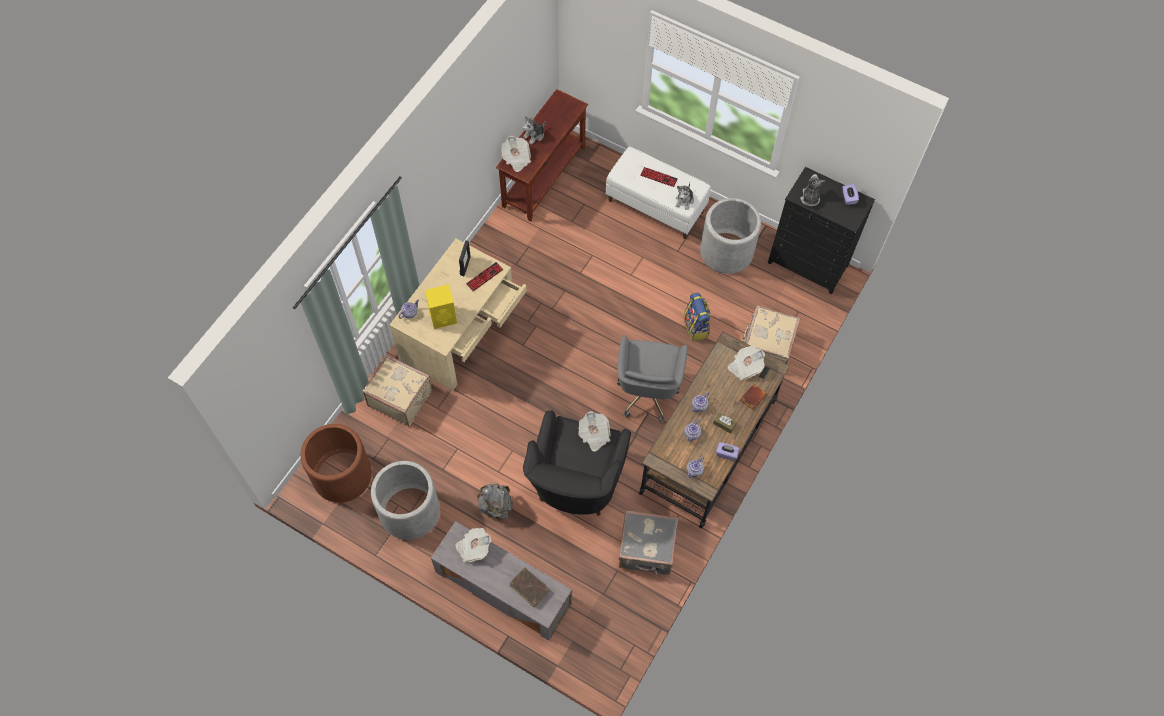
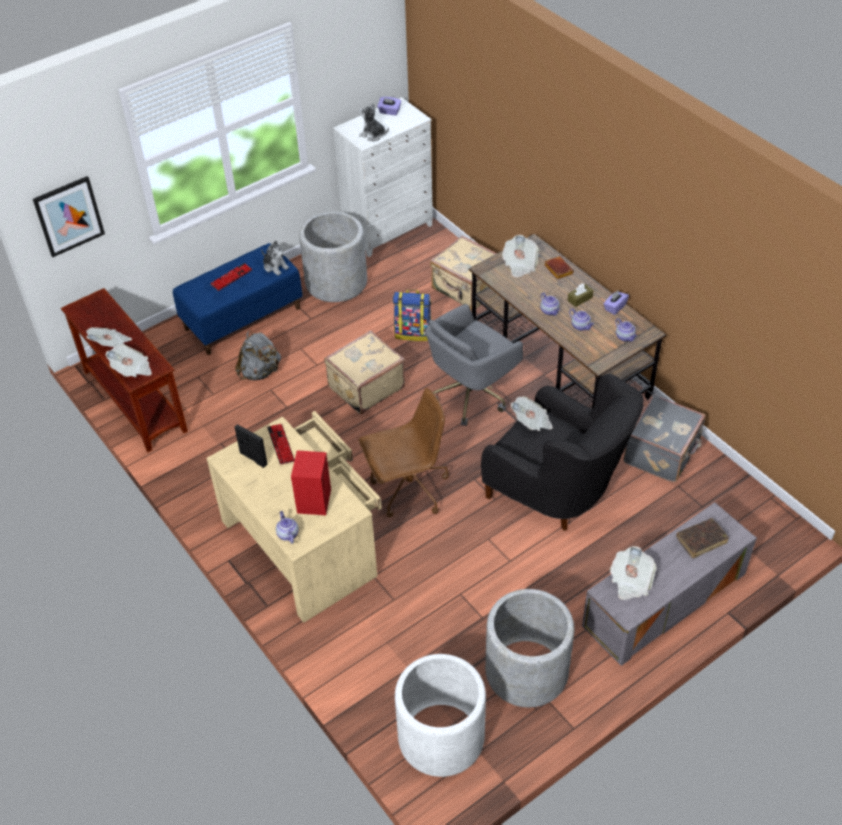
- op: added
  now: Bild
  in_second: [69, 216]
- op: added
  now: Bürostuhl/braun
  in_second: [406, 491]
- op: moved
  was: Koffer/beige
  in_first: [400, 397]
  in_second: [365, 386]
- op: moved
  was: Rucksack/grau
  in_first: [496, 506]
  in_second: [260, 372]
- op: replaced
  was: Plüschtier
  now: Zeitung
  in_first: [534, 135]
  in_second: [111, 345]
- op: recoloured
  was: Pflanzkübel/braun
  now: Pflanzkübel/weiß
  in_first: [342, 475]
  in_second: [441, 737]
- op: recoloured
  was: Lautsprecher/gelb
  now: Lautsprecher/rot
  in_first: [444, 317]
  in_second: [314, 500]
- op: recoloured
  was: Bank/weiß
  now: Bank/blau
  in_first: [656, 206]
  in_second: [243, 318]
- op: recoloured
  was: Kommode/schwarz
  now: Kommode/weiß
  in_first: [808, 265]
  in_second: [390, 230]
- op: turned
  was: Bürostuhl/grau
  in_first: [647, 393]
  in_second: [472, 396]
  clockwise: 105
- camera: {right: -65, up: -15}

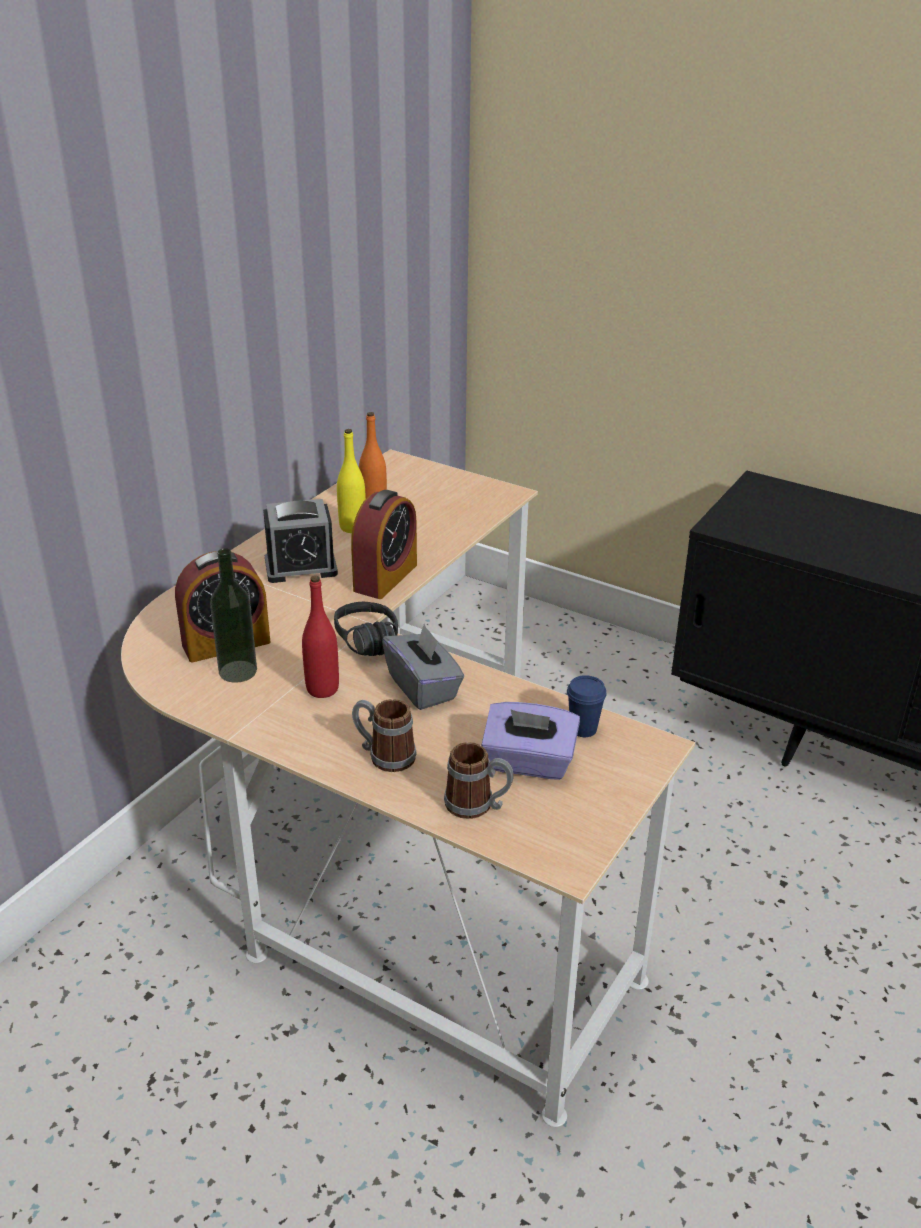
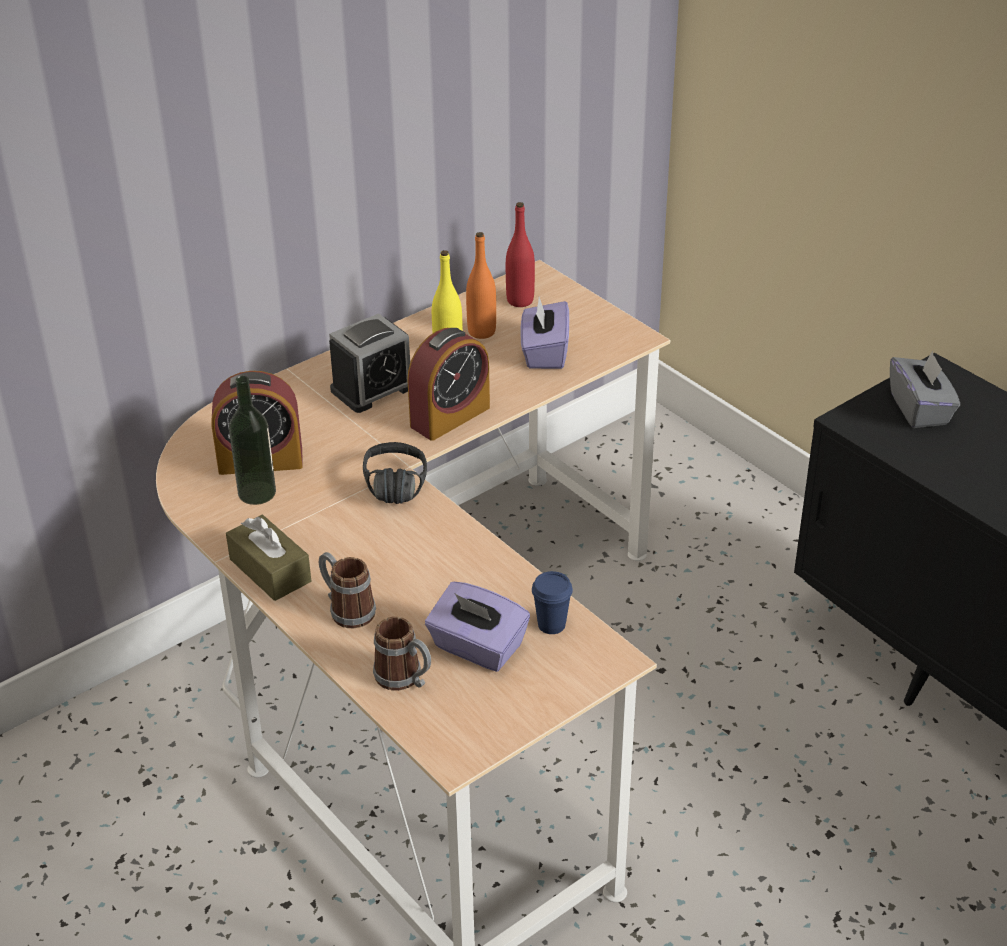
- op: added
  now: Taschentuchbox/braun
  in_second: [270, 570]
- op: added
  now: Taschentuchbox/lila
  in_second: [544, 353]
- op: moved
  was: Flasche/rot
  in_first: [322, 689]
  in_second: [520, 300]
- op: moved
  was: Taschentuchbox/grau
  in_first: [423, 687]
  in_second: [920, 409]
- op: turned
  was: Wecker
  in_first: [301, 567]
  in_second: [372, 388]
  clockwise: -45
- camera: {right: 20, up: 5}

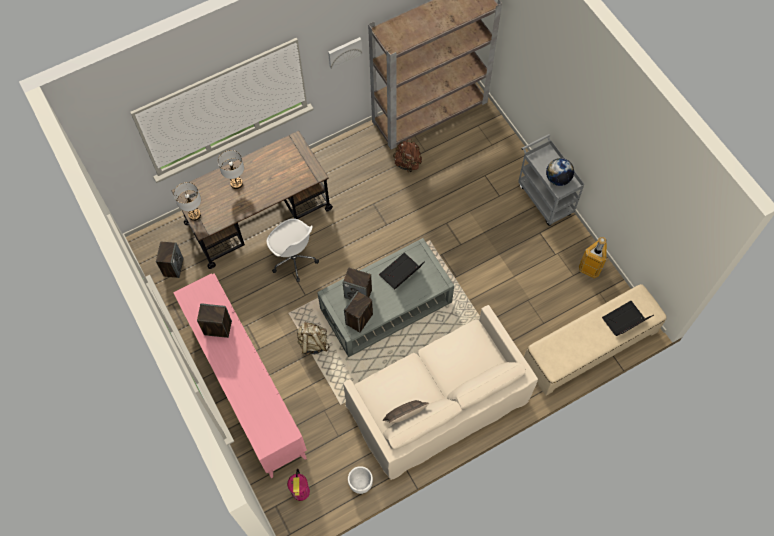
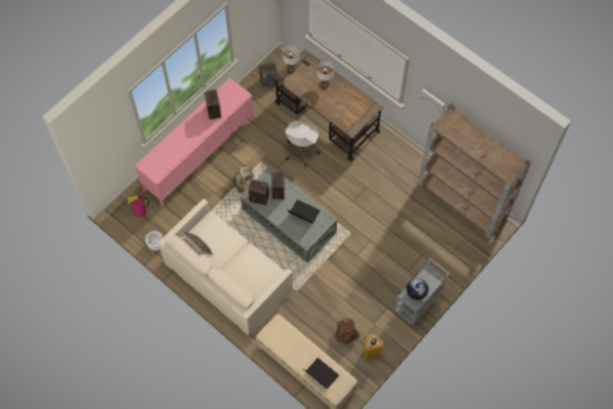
- op: moved
  was: Rucksack/braun
  in_first: [407, 163]
  in_second: [346, 334]
- camera: {right: 70, up: 0}

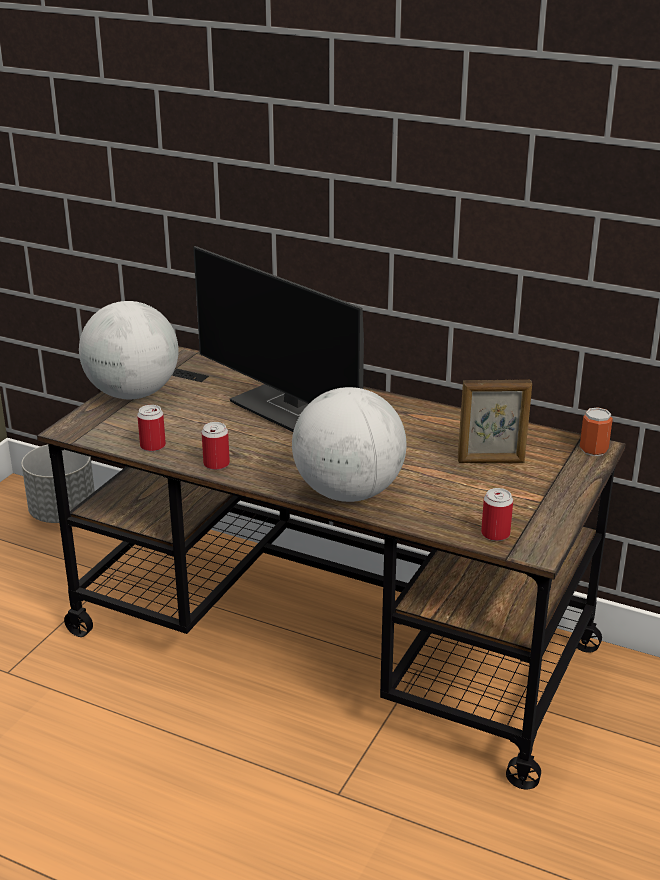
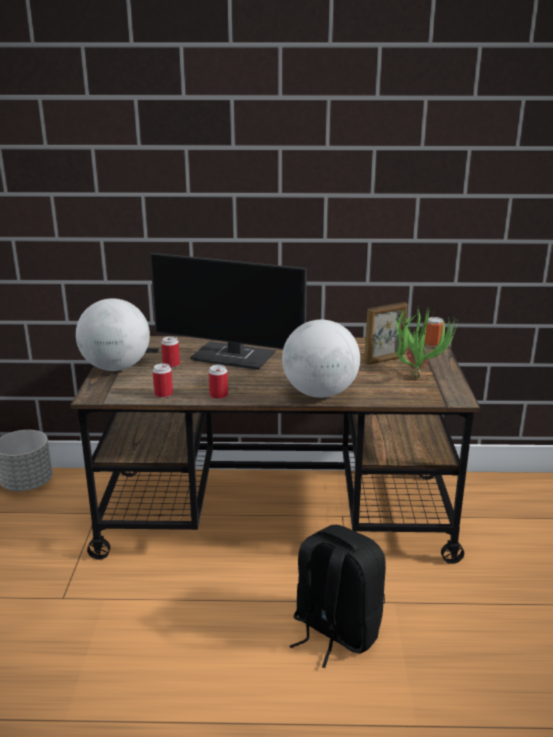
- op: added
  now: Rucksack/schwarz
  in_second: [334, 631]
- op: added
  now: Topfpflanze
  in_second: [416, 374]
- op: moved
  was: Dose
  in_first: [495, 534]
  in_second: [171, 365]
- camera: {right: -25, up: -5}

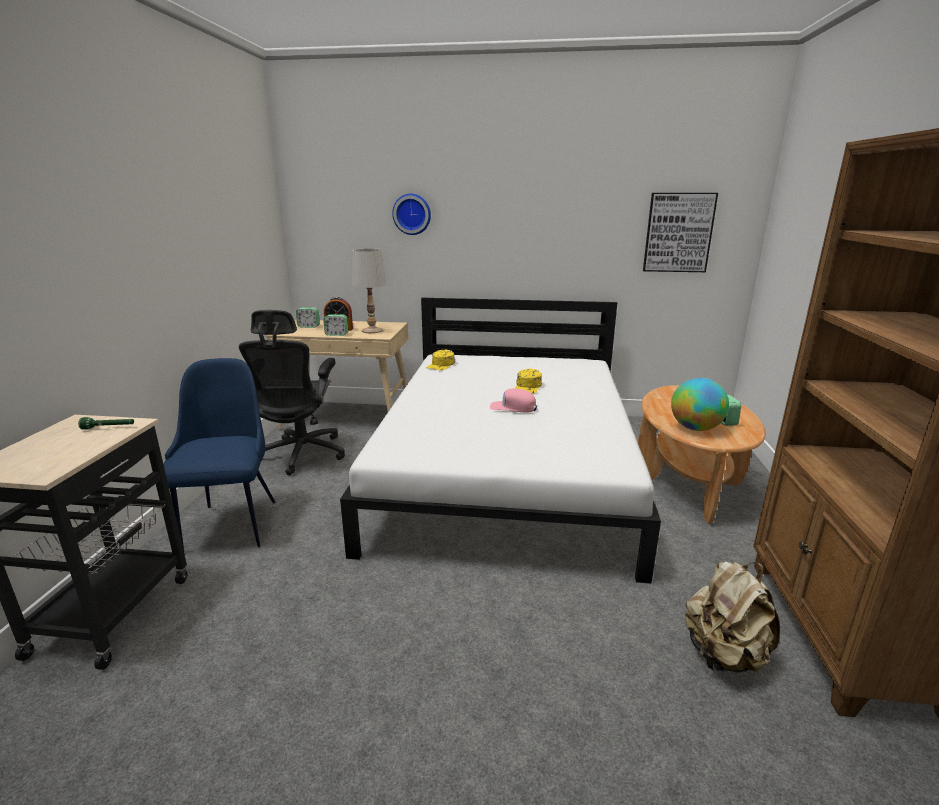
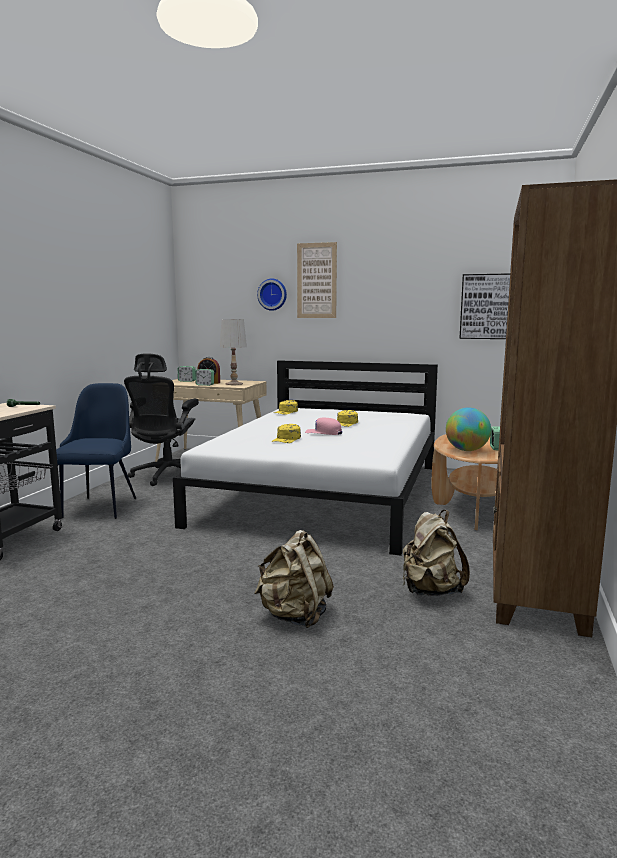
- op: added
  now: Rucksack/beige
  in_second: [295, 616]
- op: added
  now: Kappe/gelb
  in_second: [286, 439]
- op: added
  now: Bild
  in_second: [316, 280]
- camera: {right: 10, up: -10}

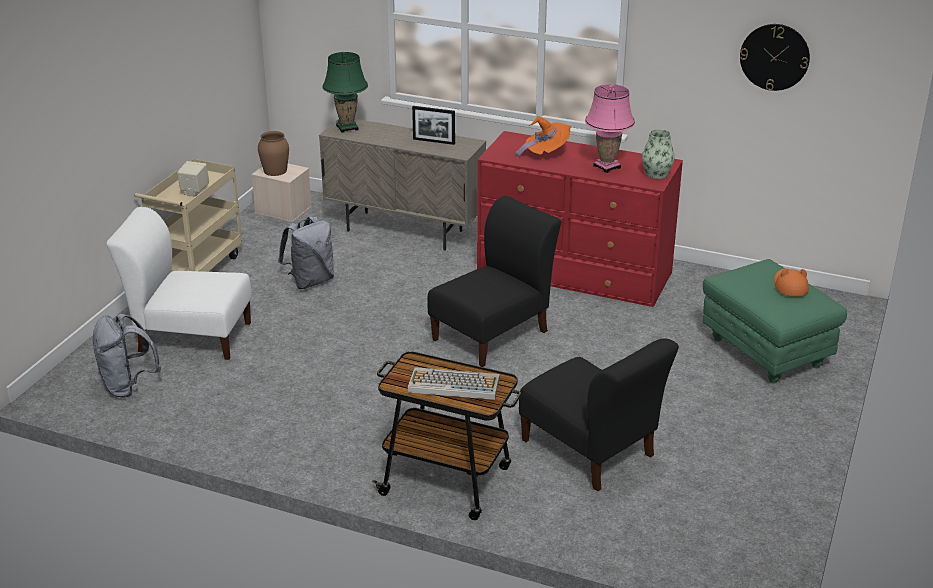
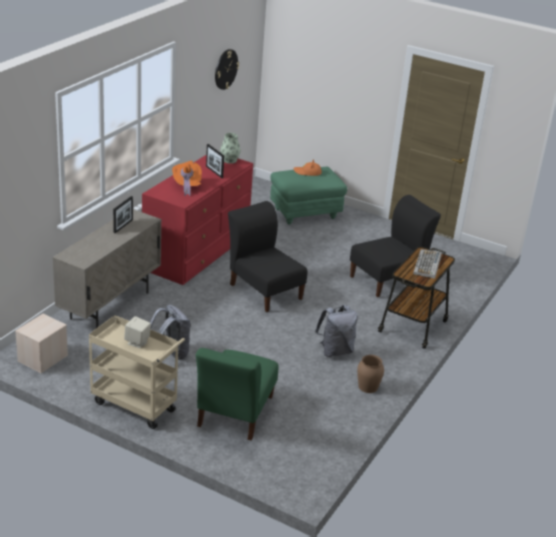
- op: removed
  was: Tischlampe/grün
  in_first: [347, 128]
- op: moved
  was: Rucksack/grau
  in_first: [128, 386]
  in_second: [335, 351]
- op: moved
  was: Vase/braun
  in_first: [275, 170]
  in_second: [367, 386]
- op: replaced
  was: Tischlampe/rosa
  now: Bilderrahmen
  in_first: [606, 167]
  in_second: [214, 172]
- op: recoloured
  was: Stuhl/weiß
  now: Stuhl/grün
  in_first: [190, 336]
  in_second: [234, 414]
- camera: {right: -85, up: 0}

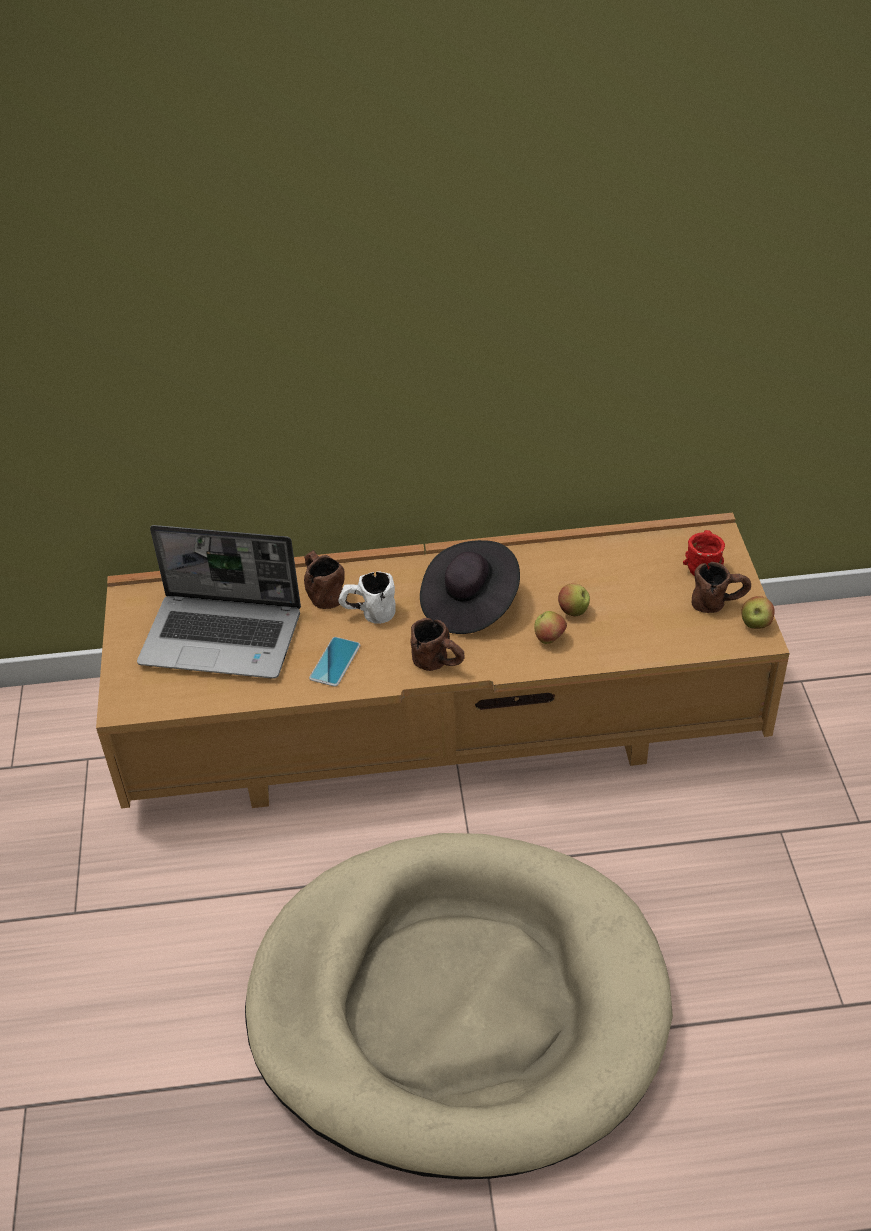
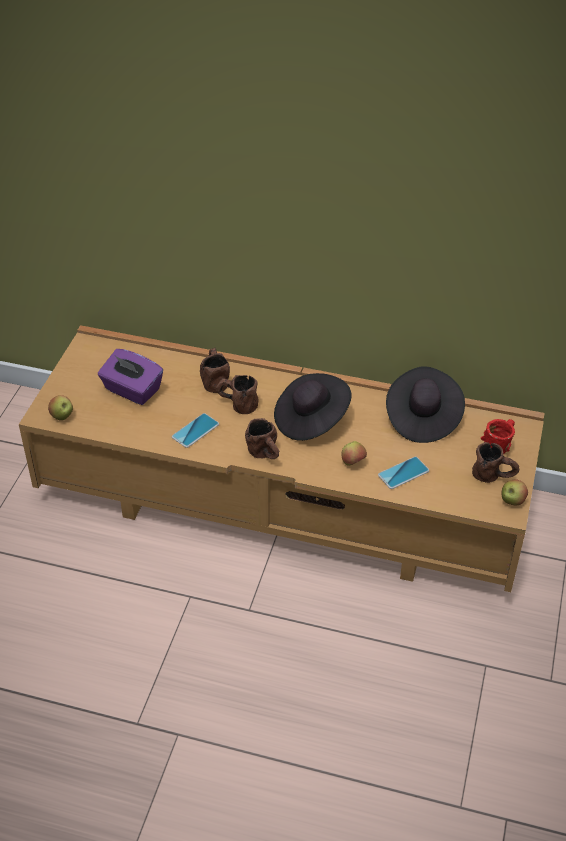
- op: removed
  was: Hundebett/beige
  in_first: [457, 1005]
- op: added
  now: Handy
  in_second: [403, 473]
- op: added
  now: Hut/schwarz
  in_second: [422, 418]
- op: moved
  was: Apfel
  in_first: [573, 611]
  in_second: [62, 416]
- op: replaced
  was: Laptop
  now: Taschentuchbox/lila
  in_first: [224, 637]
  in_second: [132, 390]
- op: recoloured
  was: Henkelbecher/weiß
  now: Henkelbecher/braun
  in_first: [368, 614]
  in_second: [237, 405]
- camera: {right: 20, up: 0}

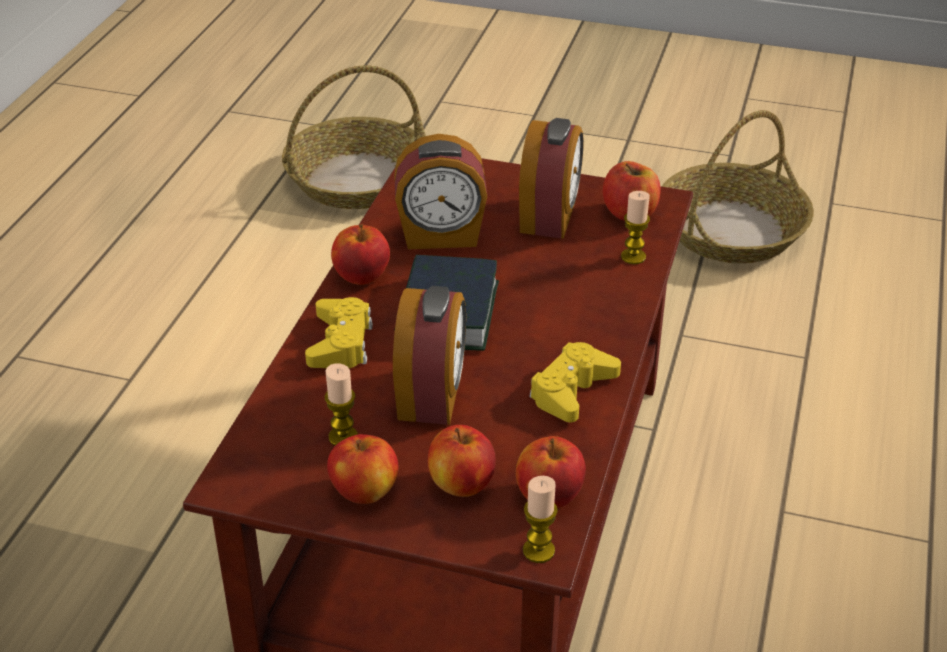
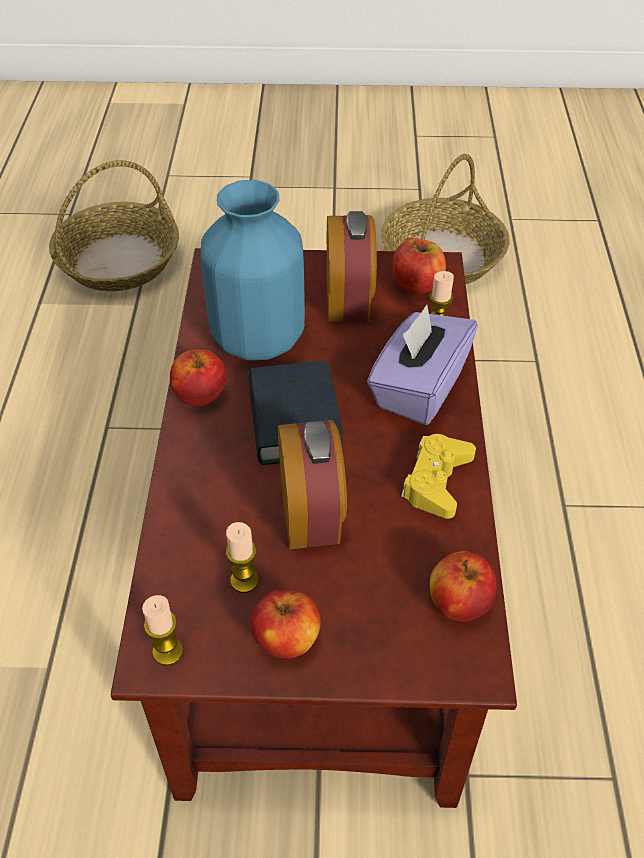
- op: removed
  was: Gamepad/gelb
  in_first: [340, 342]
- op: removed
  was: Apfel
  in_first: [461, 484]
- op: added
  now: Taschentuchbox/lila
  in_second: [418, 388]
- op: moved
  was: Kerze
  in_first: [538, 550]
  in_second: [167, 651]
- op: replaced
  was: Wecker
  now: Vase/blau
  in_first: [441, 236]
  in_second: [259, 338]
- camera: {right: -15, up: 10}

